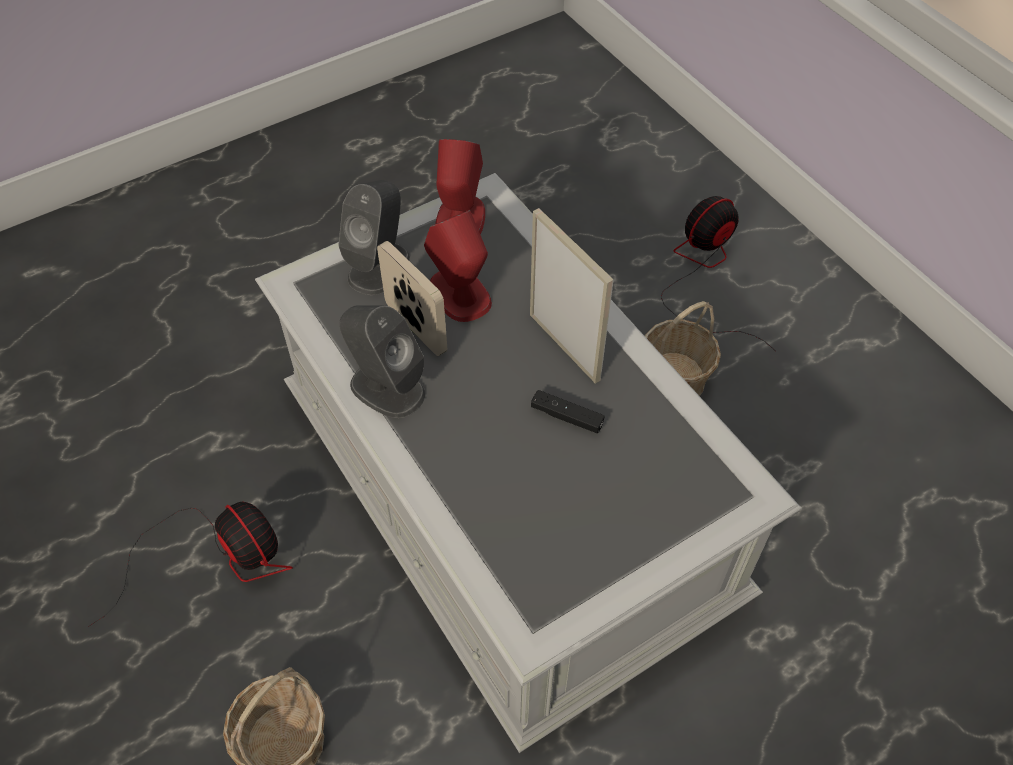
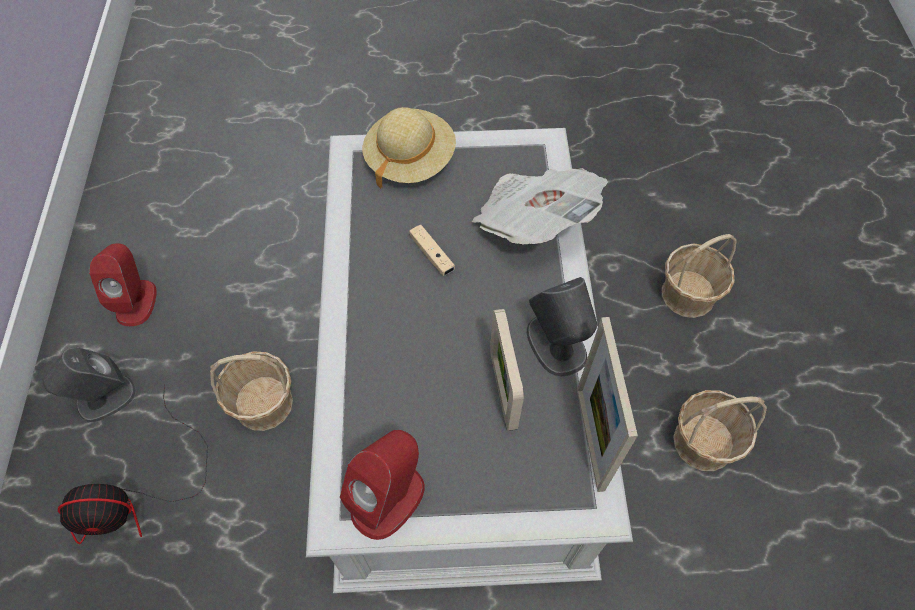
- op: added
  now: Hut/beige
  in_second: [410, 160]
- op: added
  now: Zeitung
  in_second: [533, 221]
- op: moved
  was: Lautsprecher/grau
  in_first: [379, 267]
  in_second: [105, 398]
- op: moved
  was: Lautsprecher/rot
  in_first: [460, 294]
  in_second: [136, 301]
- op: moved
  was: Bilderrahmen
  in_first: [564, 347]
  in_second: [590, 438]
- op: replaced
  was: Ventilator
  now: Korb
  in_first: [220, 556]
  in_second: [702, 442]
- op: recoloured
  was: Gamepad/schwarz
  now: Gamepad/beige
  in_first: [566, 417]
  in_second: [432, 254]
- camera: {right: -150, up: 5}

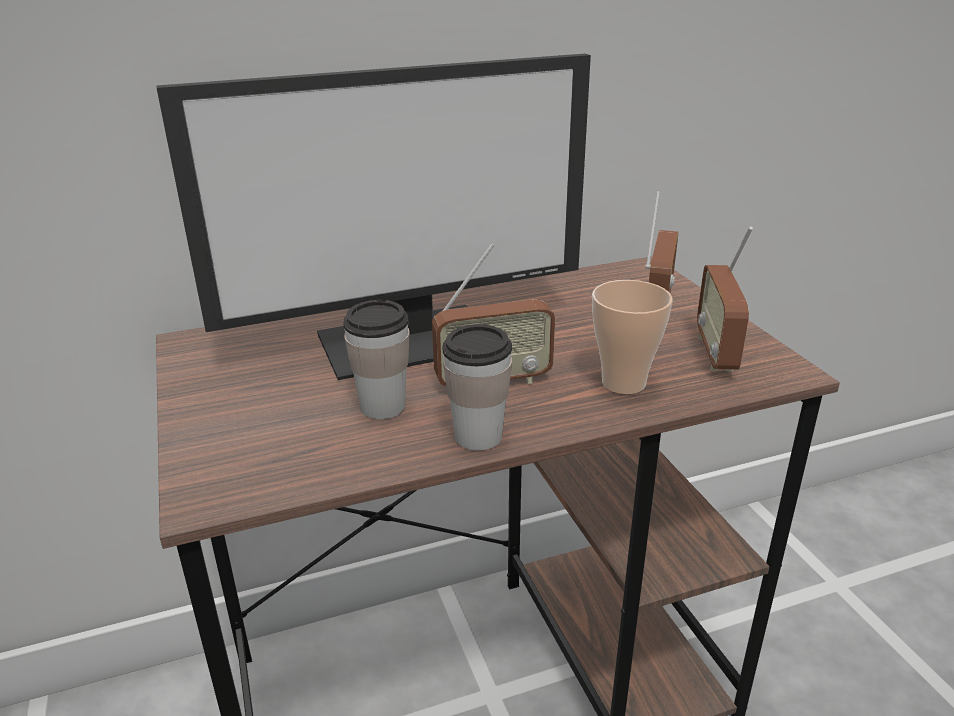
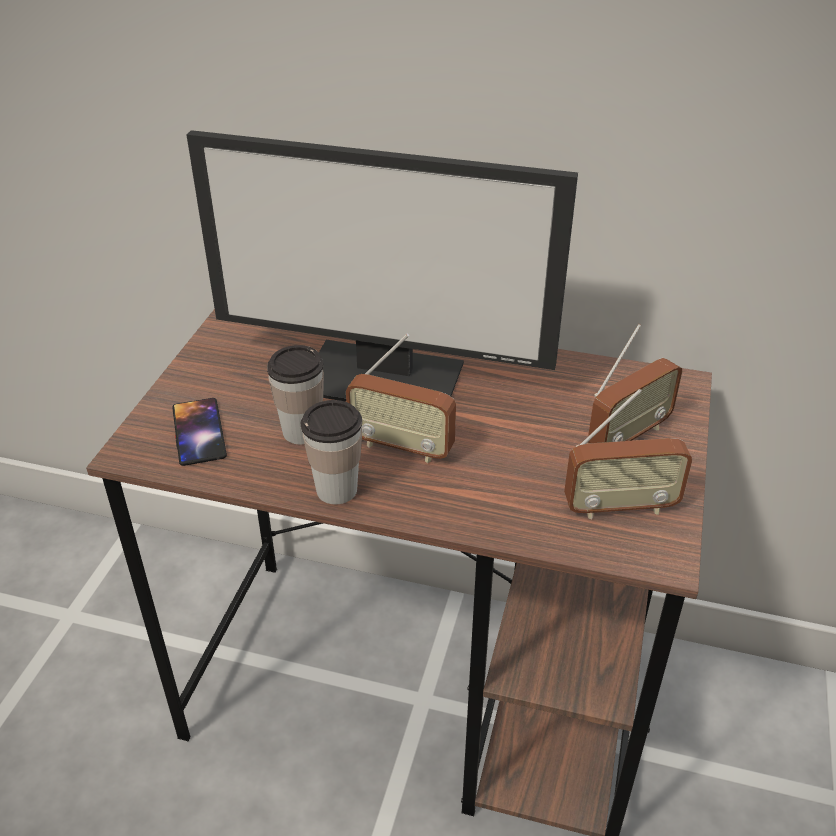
- op: removed
  was: Tasse
  in_first: [623, 383]
- op: added
  now: Handy
  in_second: [198, 432]
- op: turned
  was: Radio
  in_first: [716, 353]
  in_second: [620, 507]
  clockwise: -135
- camera: {right: 35, up: 10}

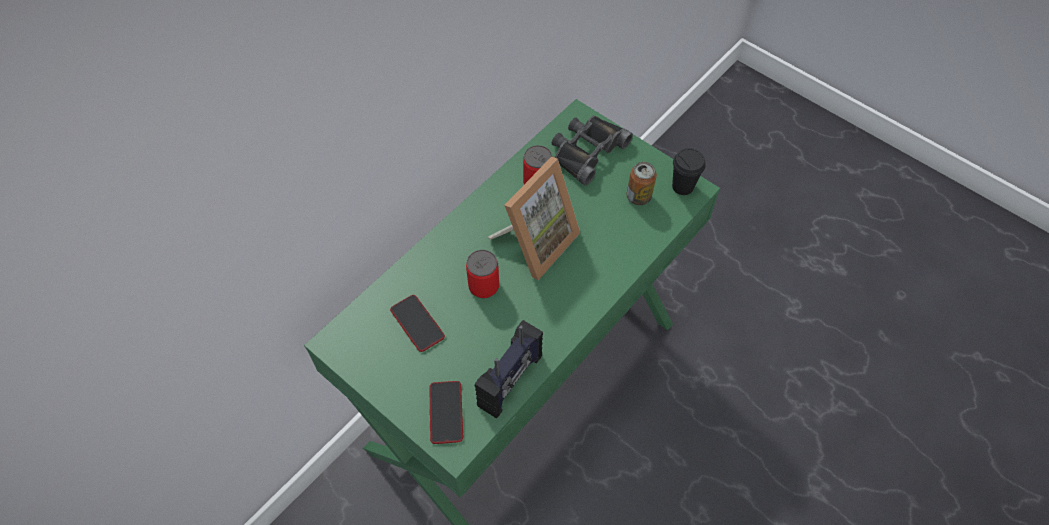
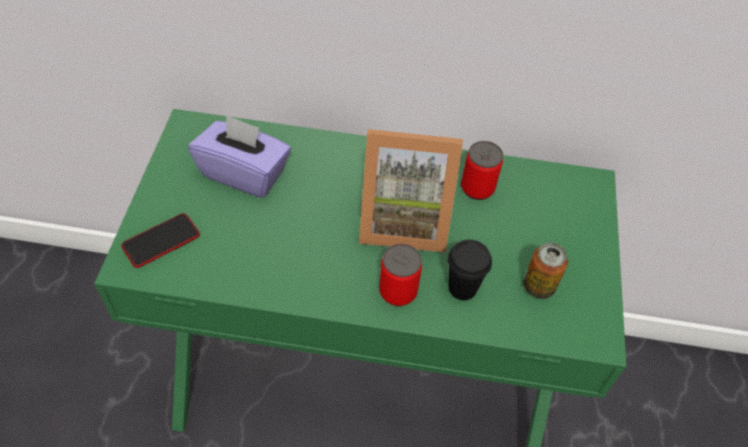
- op: removed
  was: Radio
  in_first: [511, 381]
- op: removed
  was: Fernglas/schwarz
  in_first: [586, 151]
- op: moved
  was: Dose
  in_first: [483, 286]
  in_second: [398, 291]
- op: moved
  was: Tasse/schwarz
  in_first: [682, 186]
  in_second: [462, 288]
- op: replaced
  was: Handy
  now: Taschentuchbox/lila
  in_first: [417, 323]
  in_second: [244, 173]
- camera: {right: 55, up: -5}

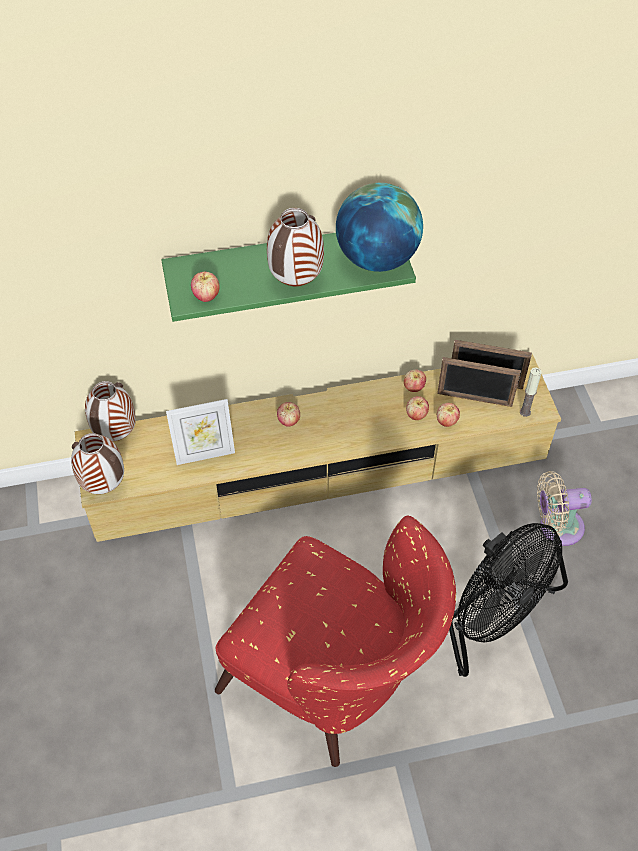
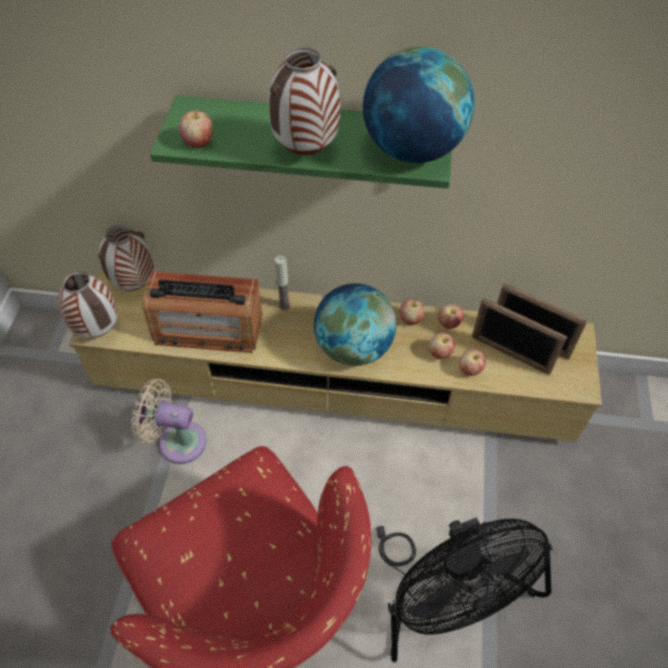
- op: added
  now: Globus
  in_second: [354, 348]
- op: moved
  was: Apfel
  in_first: [288, 421]
  in_second: [410, 319]
- op: moved
  was: Kerze
  in_first: [525, 412]
  in_second: [284, 305]
- op: moved
  was: Ventilator/beige
  in_first: [556, 527]
  in_second: [177, 441]
- op: replaced
  was: Bilderrahmen
  now: Radio
  in_first: [204, 454]
  in_second: [208, 328]
- camera: {right: 20, up: 0}

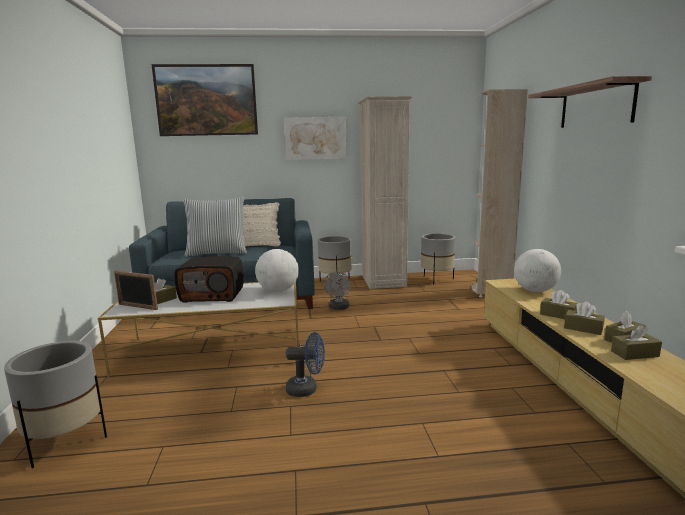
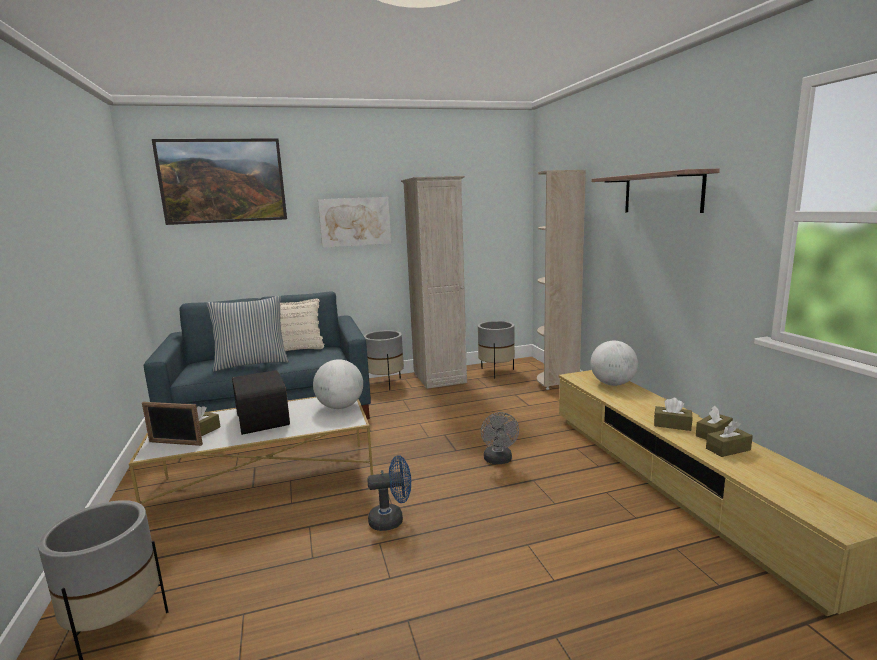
- op: removed
  was: Taschentuchbox/braun
  in_first: [558, 315]
- op: moved
  was: Ventilator/grau
  in_first: [338, 308]
  in_second: [499, 460]
- op: turned
  was: Radio
  in_first: [213, 295]
  in_second: [264, 419]
  clockwise: 75
- camera: {right: -10, up: 0}

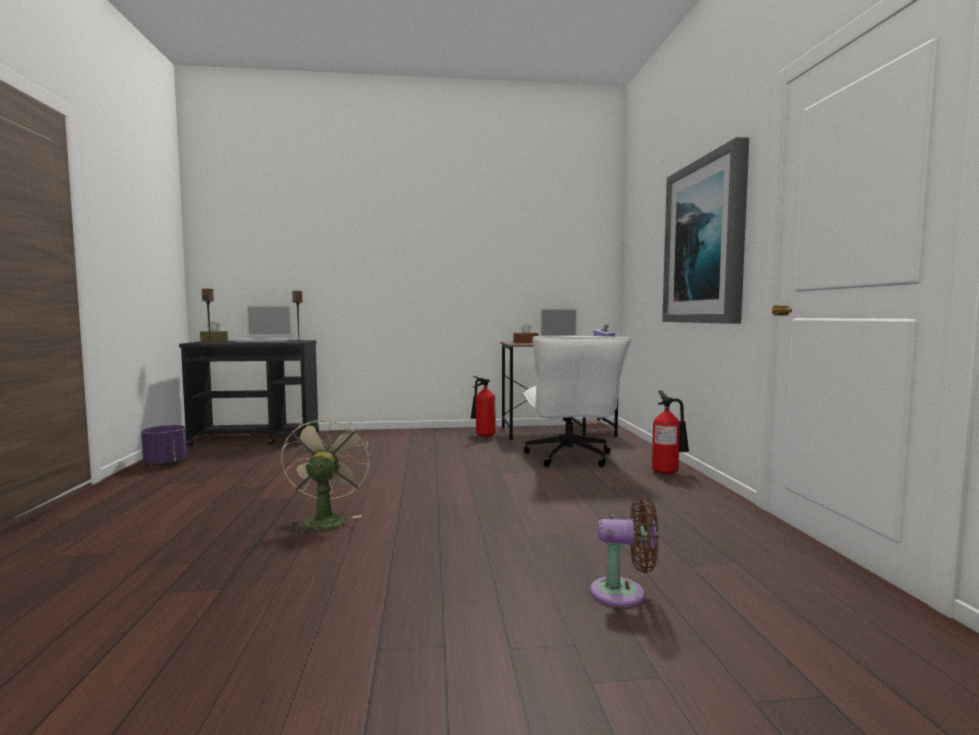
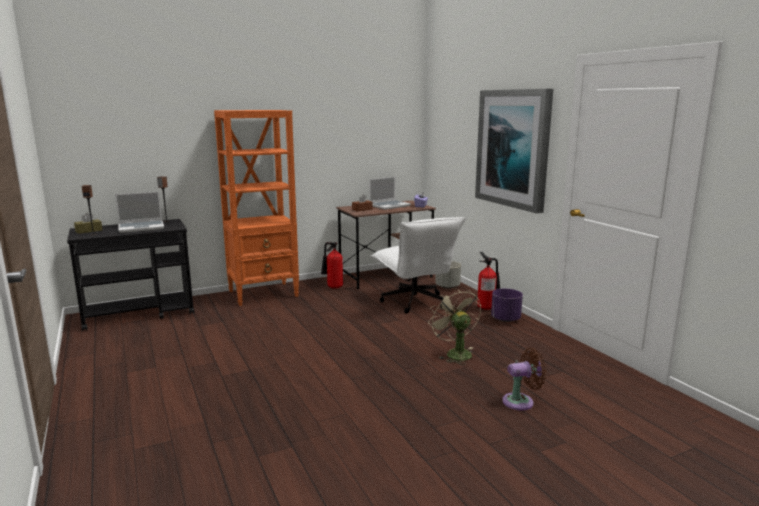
- op: added
  now: Bücherregal/orange
  in_second: [264, 294]
- op: added
  now: Pflanzkübel/grau
  in_second: [447, 286]
- op: moved
  was: Pflanzkübel/lila
  in_first: [166, 464]
  in_second: [505, 319]
- op: moved
  was: Ventilator/beige
  in_first: [324, 519]
  in_second: [455, 353]
- camera: {right: -20, up: 10}

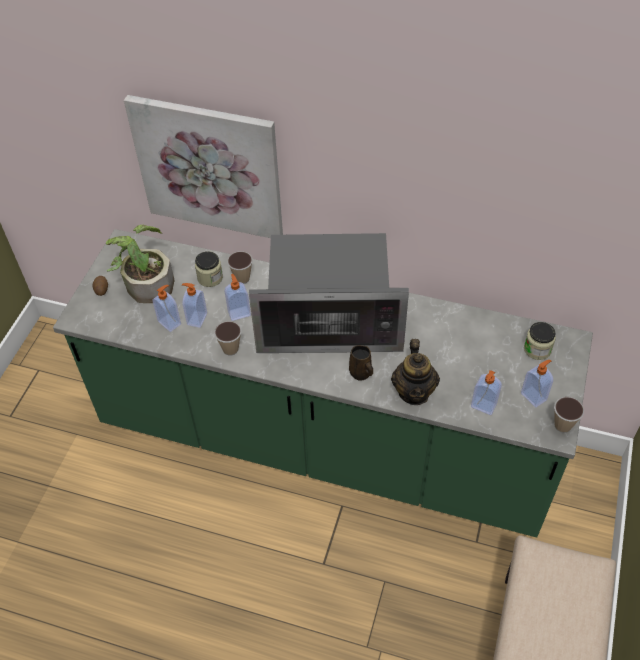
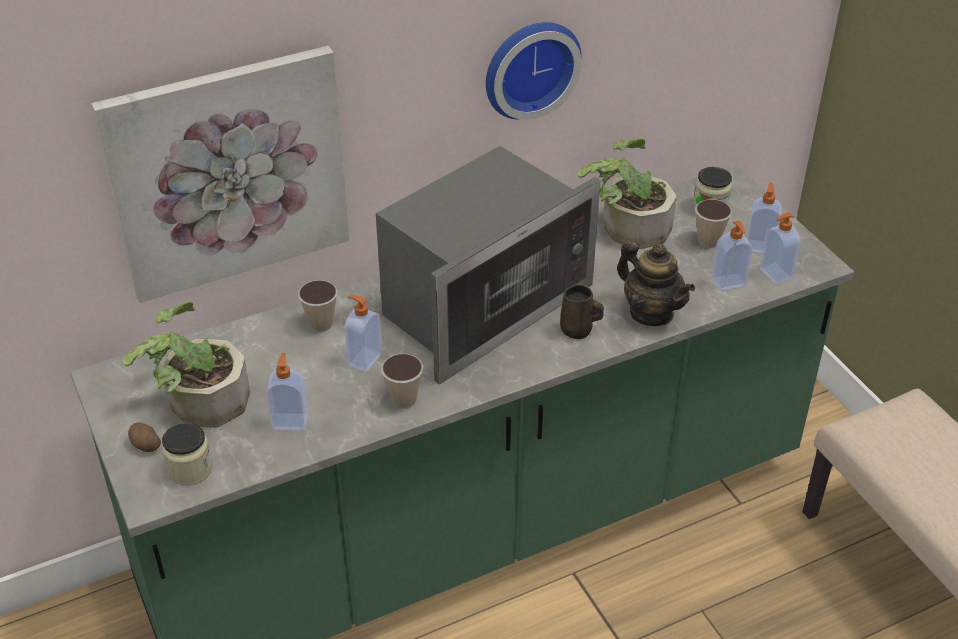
- op: added
  now: Wanduhr
  in_second: [529, 67]
- op: added
  now: Topfpflanze
  in_second: [627, 225]
- op: moved
  was: Seifenspender
  in_first: [196, 319]
  in_second: [774, 274]
- op: moved
  was: Vorratsglas
  in_first: [210, 278]
  in_second: [190, 469]
- op: moved
  was: Tasse
  in_first: [562, 425]
  in_second: [708, 241]
- camera: {right: -45, up: -10}

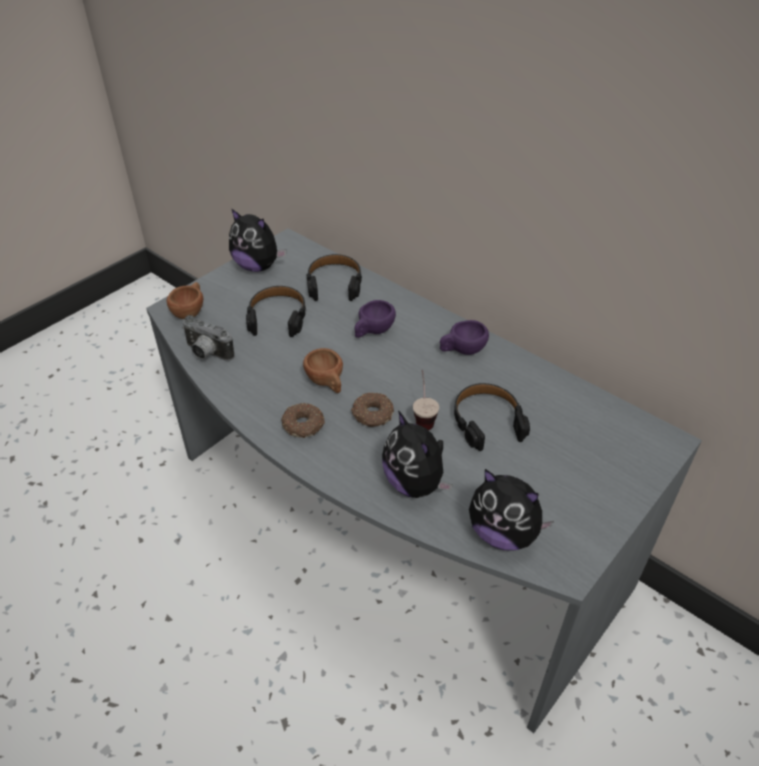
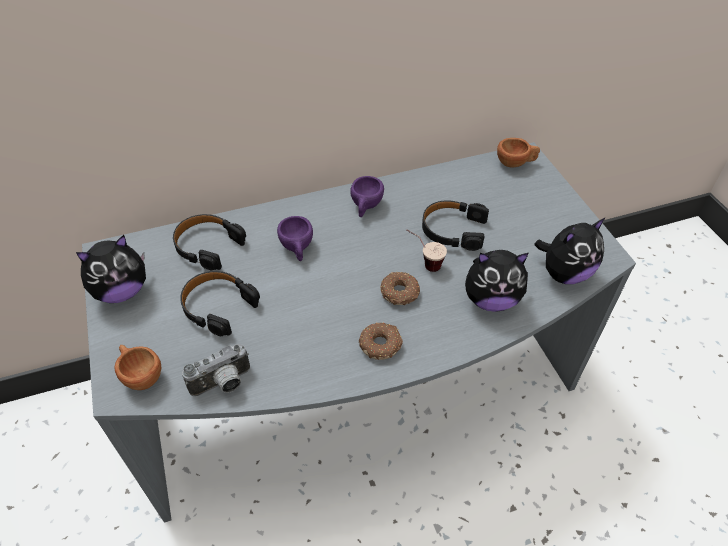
- op: moved
  was: Tasse/braun
  in_first: [327, 383]
  in_second: [516, 163]
- camera: {right: -60, up: 5}

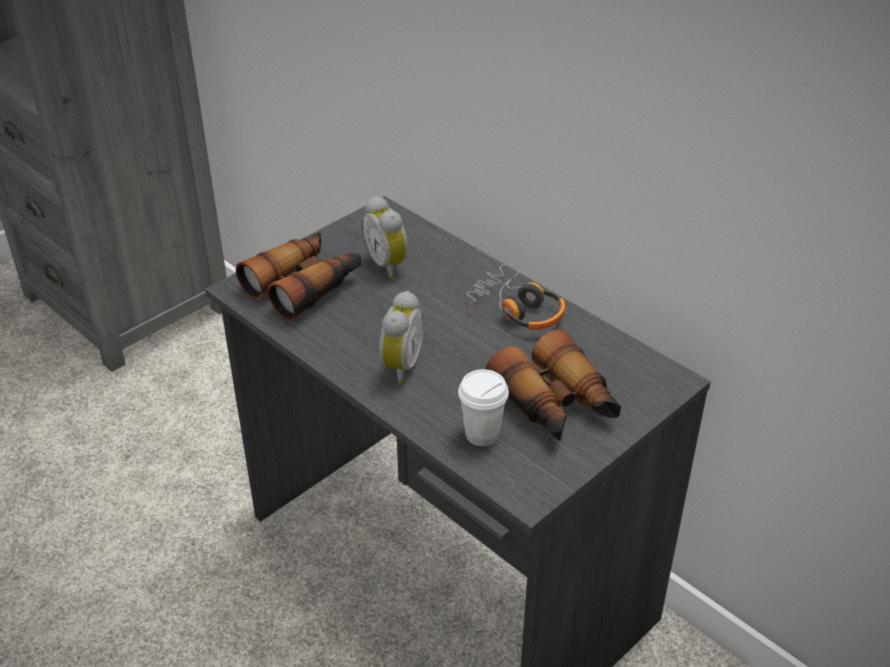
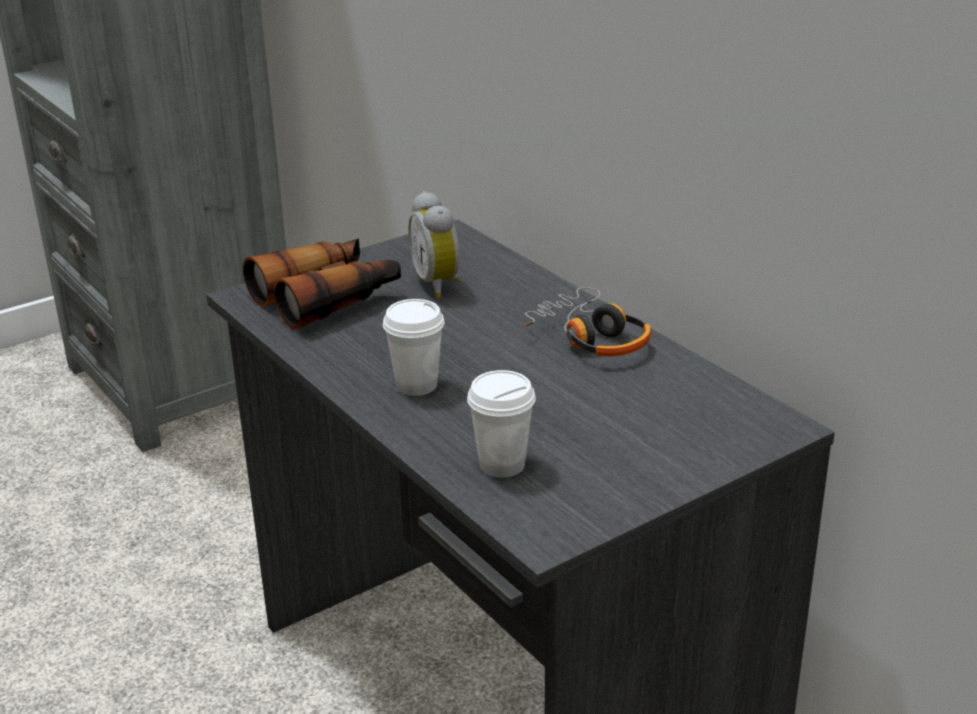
- op: removed
  was: Fernglas
  in_first: [556, 405]
- op: replaced
  was: Wecker
  now: Tasse/weiß
  in_first: [398, 366]
  in_second: [416, 385]
- camera: {right: 10, up: -10}

